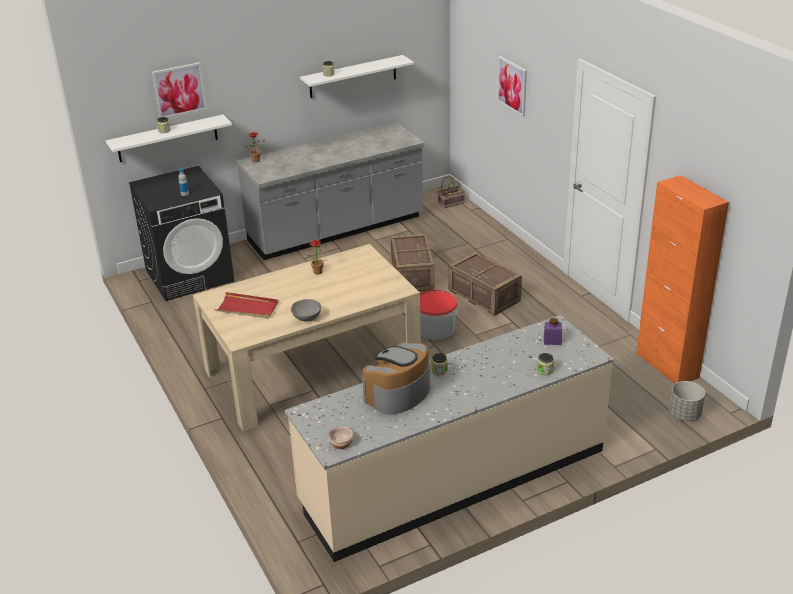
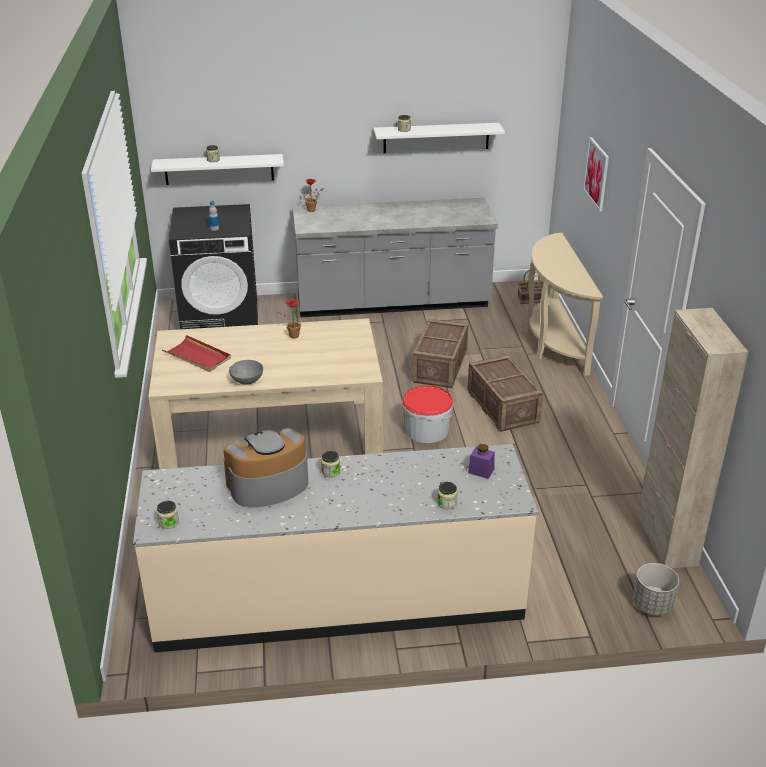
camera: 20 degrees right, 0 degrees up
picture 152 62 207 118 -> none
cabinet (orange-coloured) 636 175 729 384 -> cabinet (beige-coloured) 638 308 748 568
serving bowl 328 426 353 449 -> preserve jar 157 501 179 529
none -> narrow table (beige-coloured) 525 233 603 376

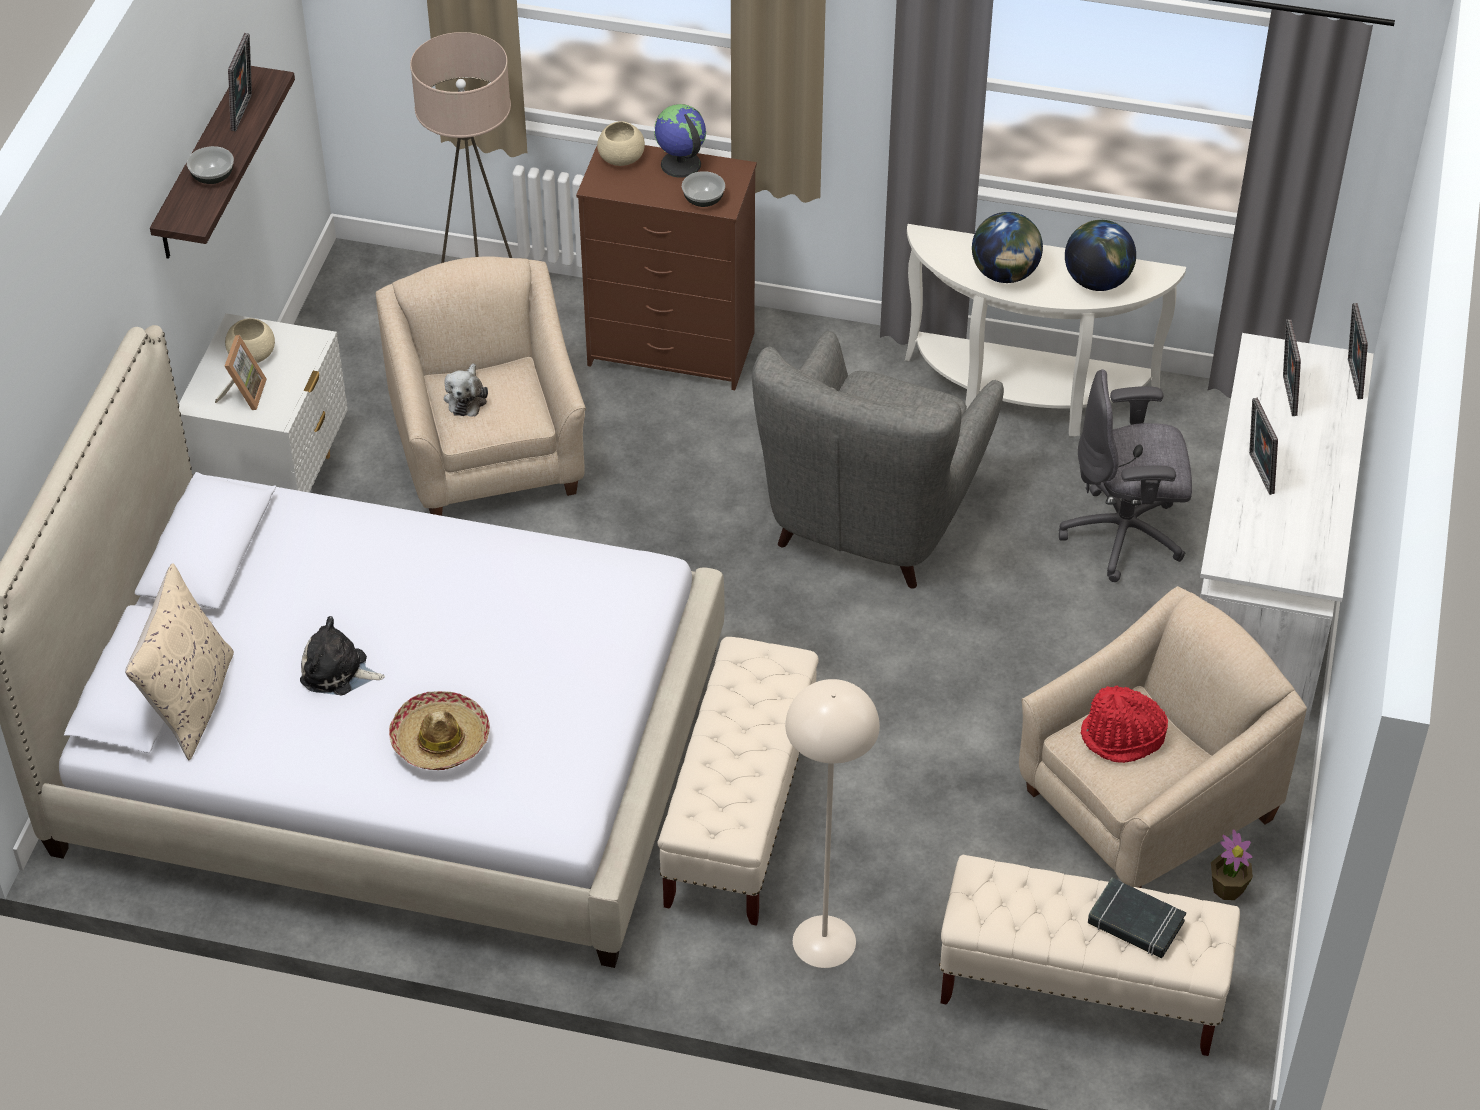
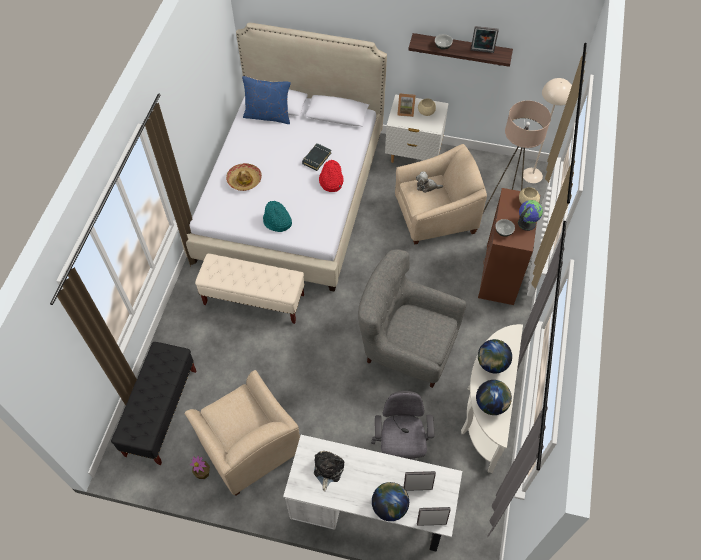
camera: 90 degrees right, 10 degrees up
photo frame 1249 398 1278 495 -> none
pillow (beige-coloured) 125 563 234 760 -> pillow (blue-coloured) 242 76 291 124
soft toy 300 616 385 695 -> soft toy 314 451 344 492, relocated
floor lamp (beige-coloured) 785 679 880 968 -> floor lamp (beige-coloured) 523 78 572 183, relocated
clothing hat (red) 1081 686 1168 763 -> clothing hat (red) 319 160 344 192, relocated
long seat (beige-coloured) 939 855 1240 1056 -> long seat (blackish) 111 342 196 465
book (blackish) 1088 878 1186 958 -> book (blackish) 302 143 332 171, relocated
none -> clothing hat (blue-green) 263 201 292 232
none -> desk globe 372 482 409 521

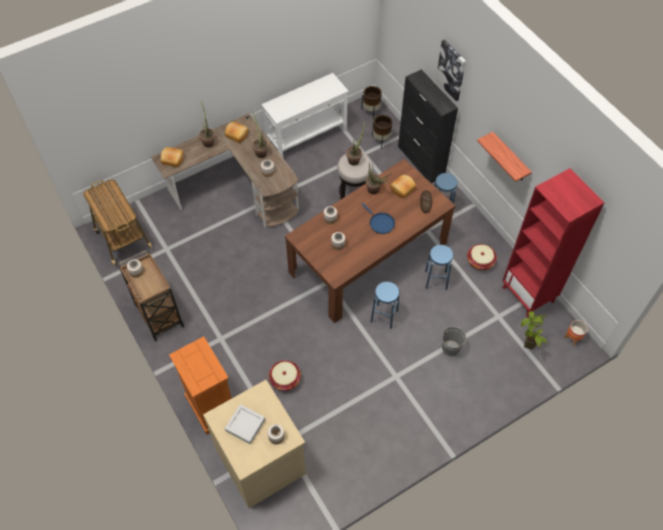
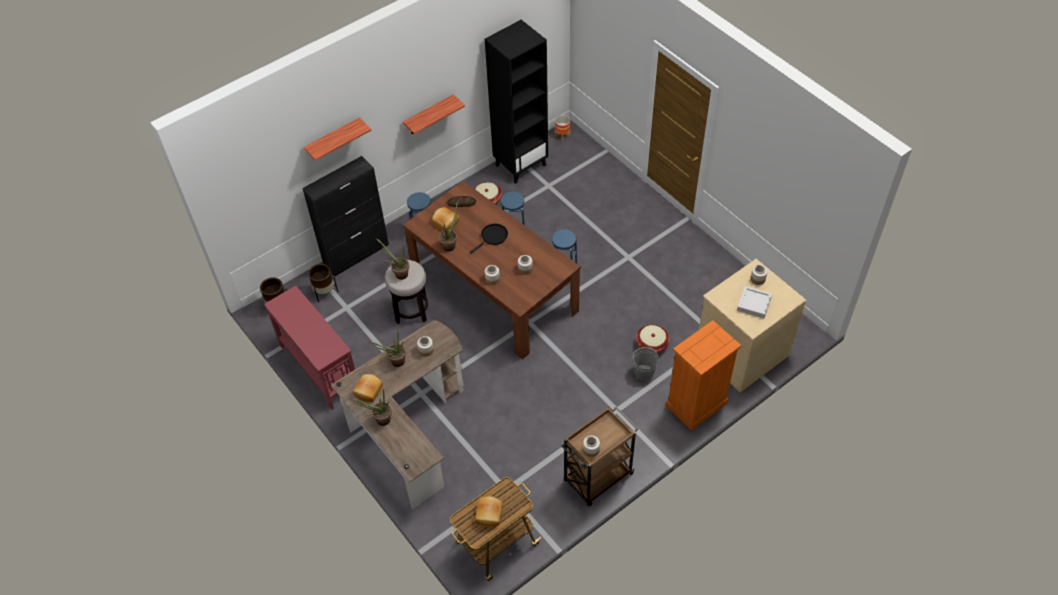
camera: 95 degrees left, 5 degrees down
picture 436 40 466 101 -> bracket shelf 304 117 371 161
narrow table (white-coloured) 261 73 349 157 -> narrow table (red) 264 286 355 410
bakery bread 161 147 184 167 -> bakery bread 475 496 503 527, relocated
bookcase (red) 502 168 604 317 -> bookcase (blackish) 485 20 548 184
frying pan (blue-coloured) 361 203 395 234 -> frying pan (blackish) 470 224 508 254
houseplant 521 311 547 350 -> none
bucket (greyish) 442 326 466 356 -> bucket (greyish) 633 347 659 381, relocated

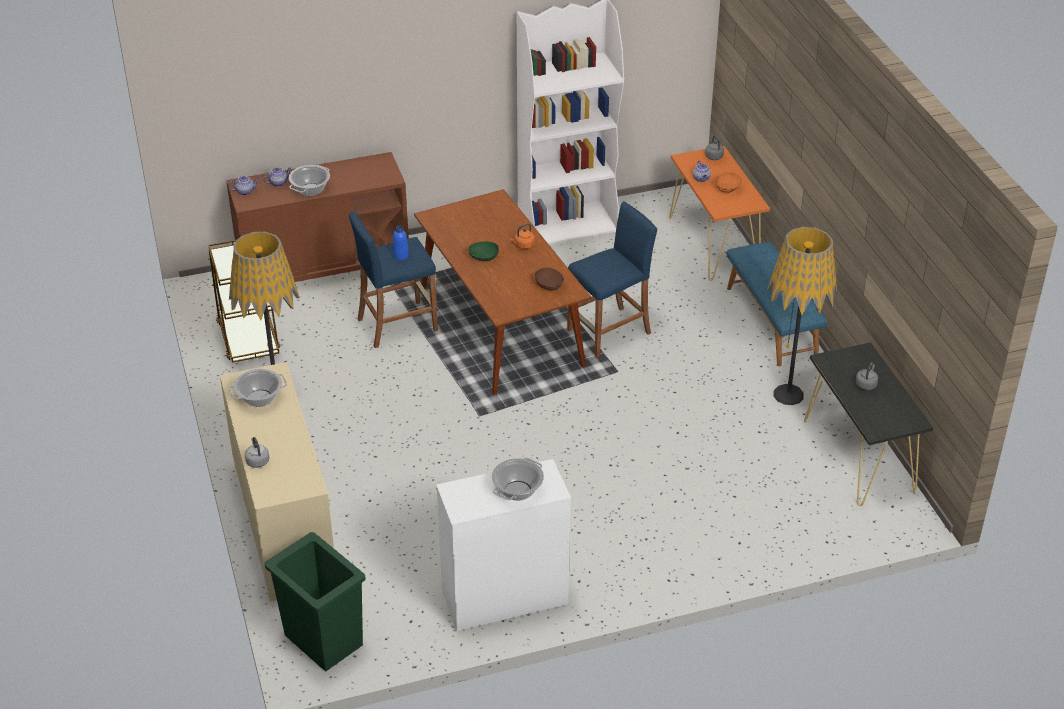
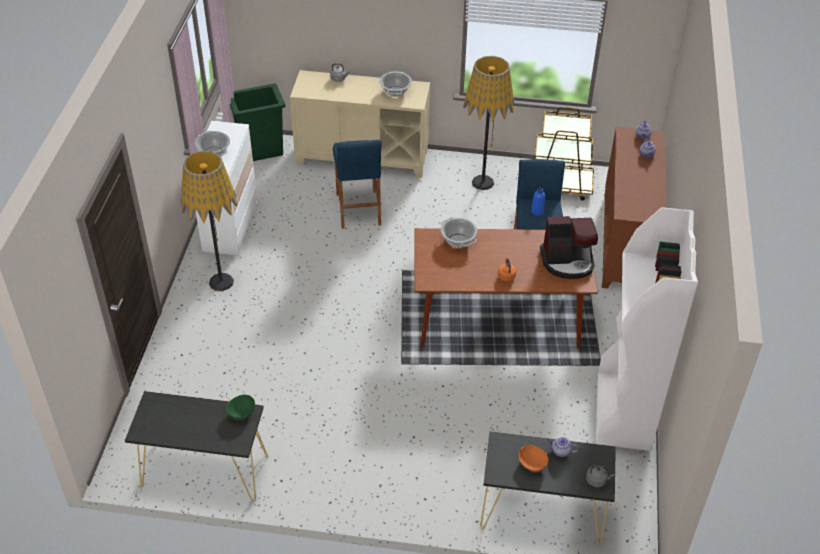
camera: 115 degrees right, 5 degrees up
narrow table (orange-coloured) 669 146 770 280 -> narrow table (blackish) 480 431 616 544
cooking pot 289 165 330 196 -> cooking pot 441 217 477 247, relocated
stool (blue-coloured) 567 202 657 357 -> stool (blue-coloured) 333 139 382 229, relocated
floor lamp 767 227 838 405 -> floor lamp 181 151 238 291, relocated
serving bowl (greenish) 468 241 499 261 -> serving bowl (greenish) 226 395 255 420, relocated
long seat (blue-coloured) 727 242 828 366 -> none
serving bowl (brown-coloured) 535 268 564 291 -> none
water kettle (greyish) 855 362 878 390 -> none
none -> coffee machine 540 216 598 279

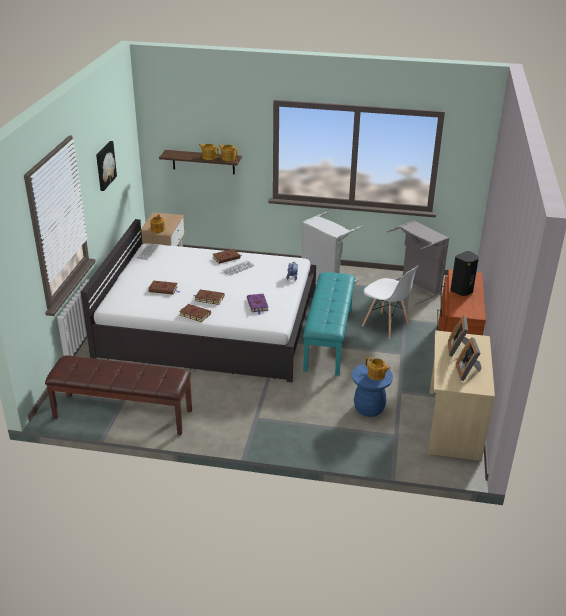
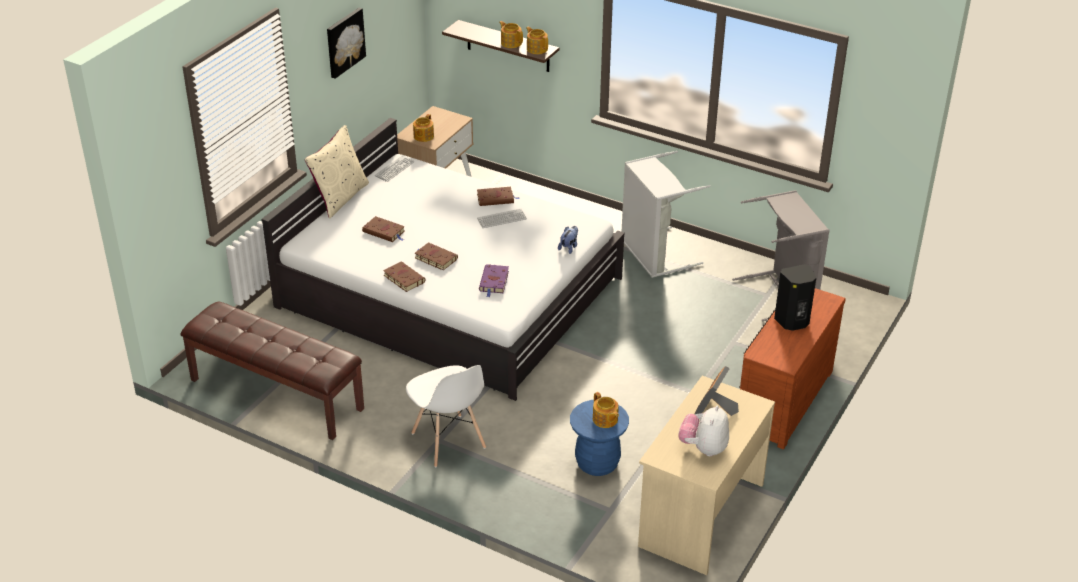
camera: 20 degrees right, 5 degrees up
chair (white-coloured) 362 265 419 339 -> chair (white-coloured) 406 365 486 467, relocated
long seat (blue-green) 303 272 355 376 -> none
photo frame 455 337 482 381 -> soft toy 678 406 729 456
none -> pillow (beige-coloured) 305 125 369 219

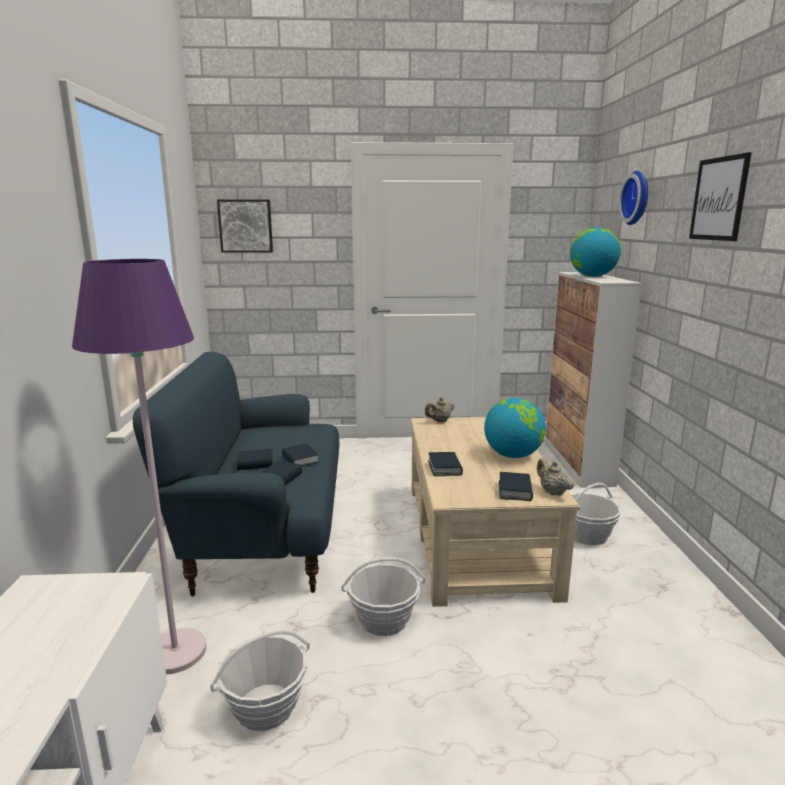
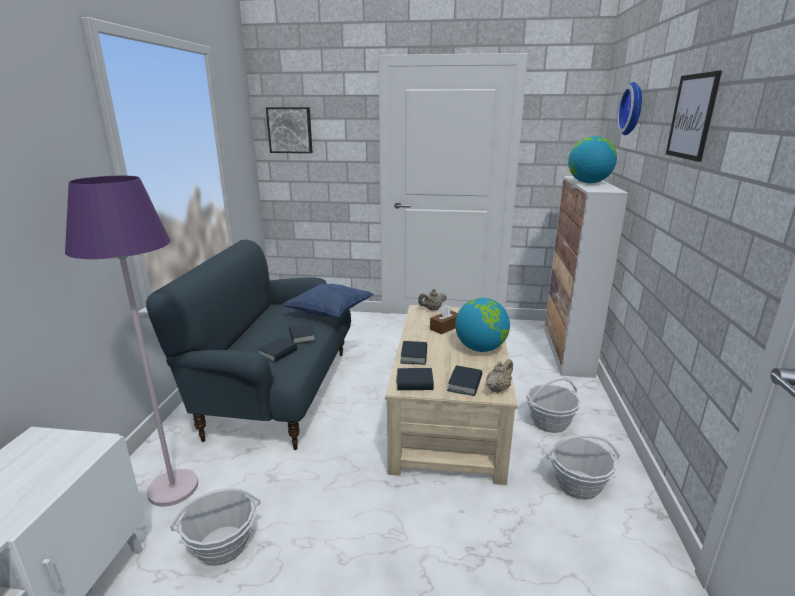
camera: 10 degrees right, 5 degrees up
book 236 449 274 470 -> book 397 368 434 390, relocated
pot for tea (beige-coloured) 537 458 574 496 -> pot for tea (beige-coloured) 486 359 513 393, 60 degrees clockwise
storage basket 341 557 425 636 -> storage basket 547 435 620 500, relocated
none -> pillow (blue-coloured) 282 283 373 318
none -> tissue holder (brown-coloured) 430 304 458 335

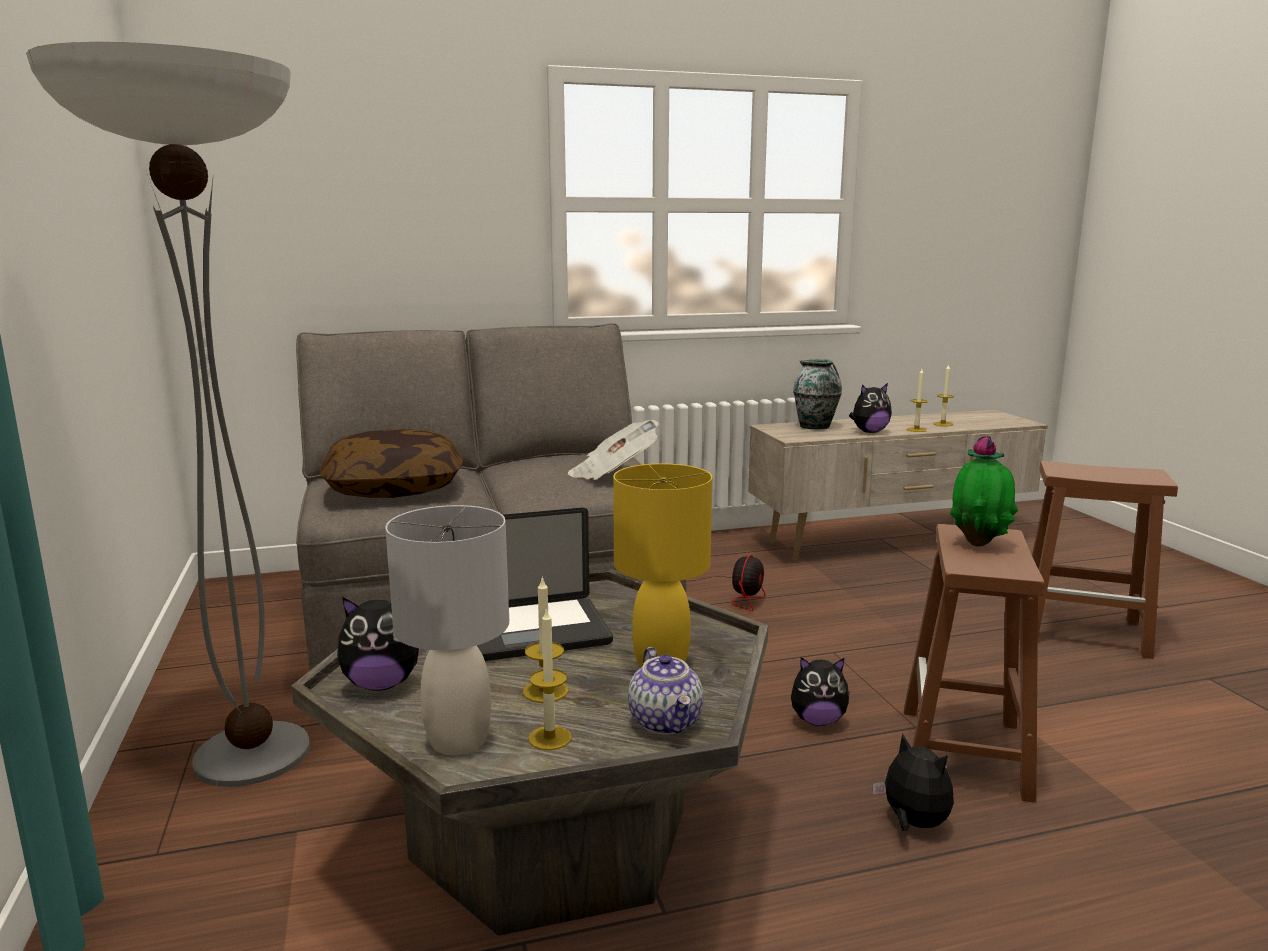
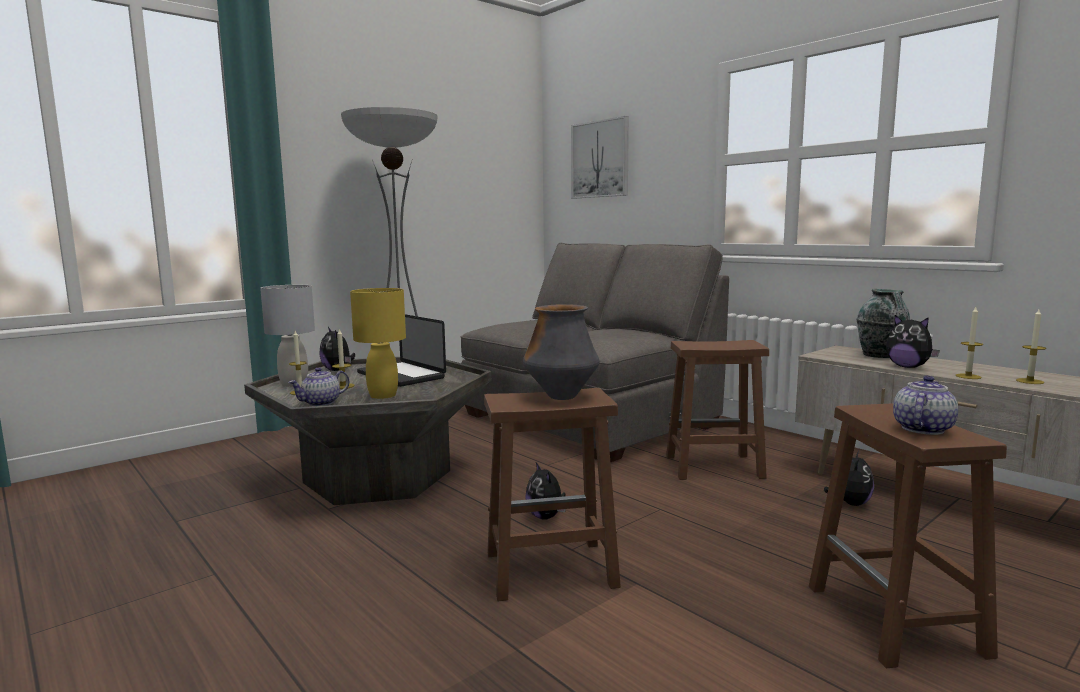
camera: 65 degrees right, 5 degrees down
daily paper 568 420 659 480 -> none
pillow 320 429 463 498 -> none
houseplant 950 435 1018 547 -> vase 523 304 600 400
cooling fan 686 555 766 611 -> stool (brown-coloured) 666 340 769 480
soft toy 872 733 954 831 -> soft toy 824 451 874 506, relocated
none -> picture 571 116 629 199
none -> pot for tea 893 375 958 435

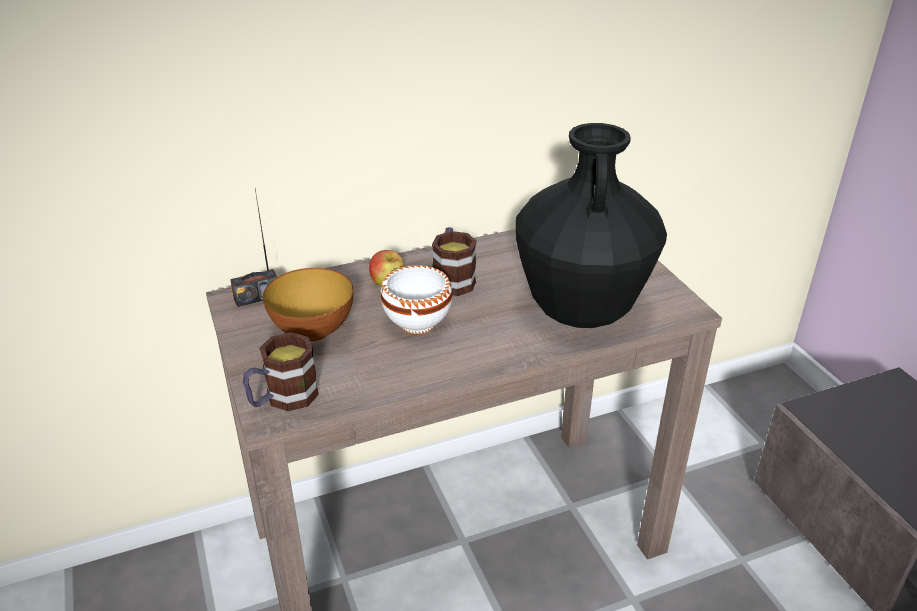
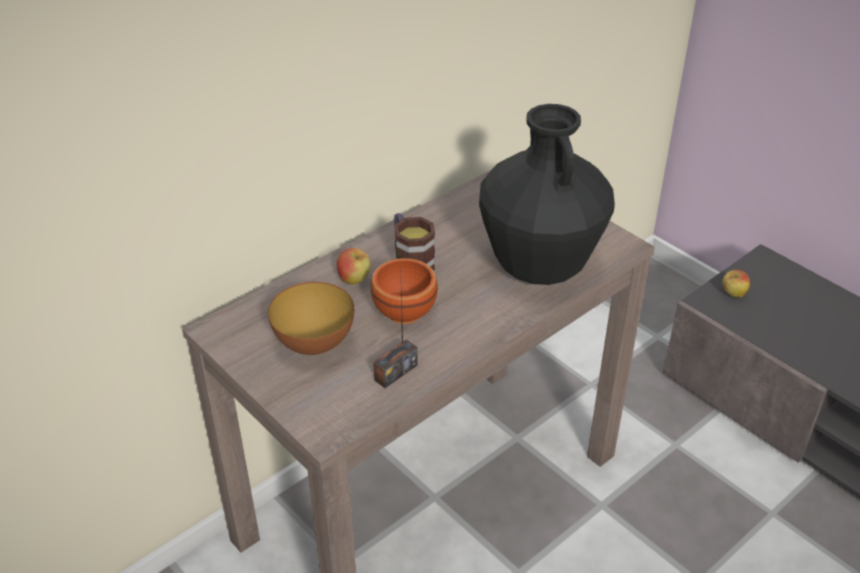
camera: 20 degrees left, 5 degrees up
radio 230 189 277 307 -> radio 373 291 418 388, relocated
serving bowl (white-coloured) 381 265 452 334 -> serving bowl (brown-coloured) 370 258 438 324
coffee mug 243 332 319 411 -> none
none -> apple fruit 722 270 750 298

